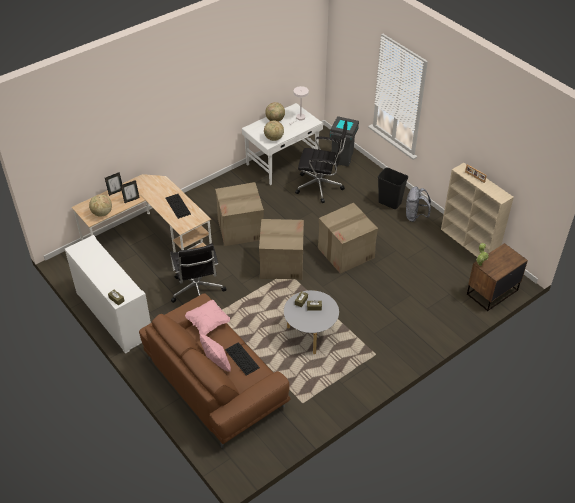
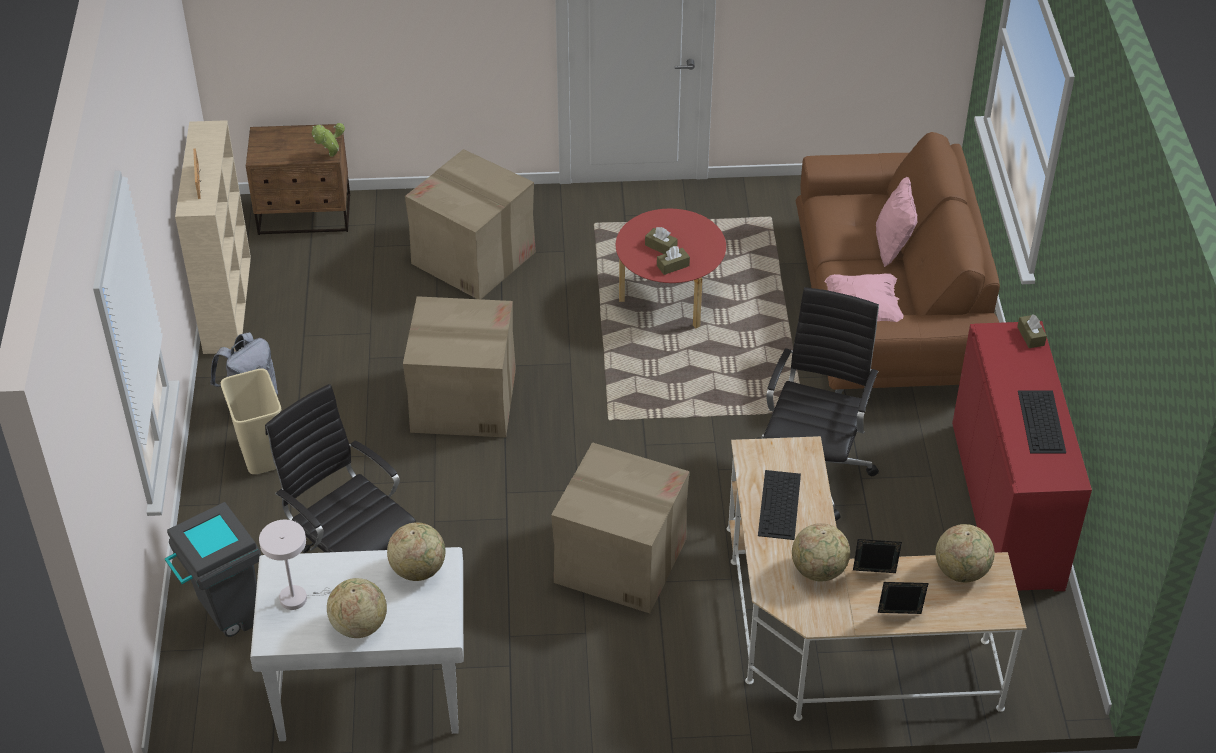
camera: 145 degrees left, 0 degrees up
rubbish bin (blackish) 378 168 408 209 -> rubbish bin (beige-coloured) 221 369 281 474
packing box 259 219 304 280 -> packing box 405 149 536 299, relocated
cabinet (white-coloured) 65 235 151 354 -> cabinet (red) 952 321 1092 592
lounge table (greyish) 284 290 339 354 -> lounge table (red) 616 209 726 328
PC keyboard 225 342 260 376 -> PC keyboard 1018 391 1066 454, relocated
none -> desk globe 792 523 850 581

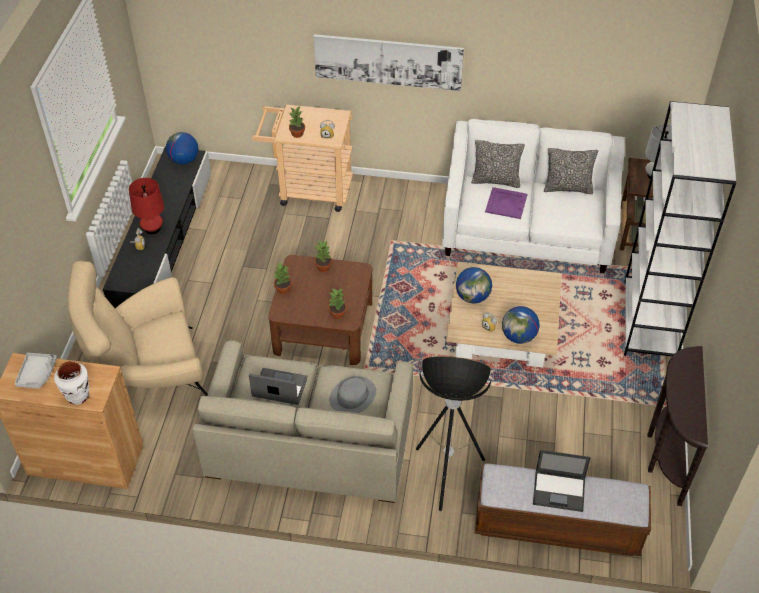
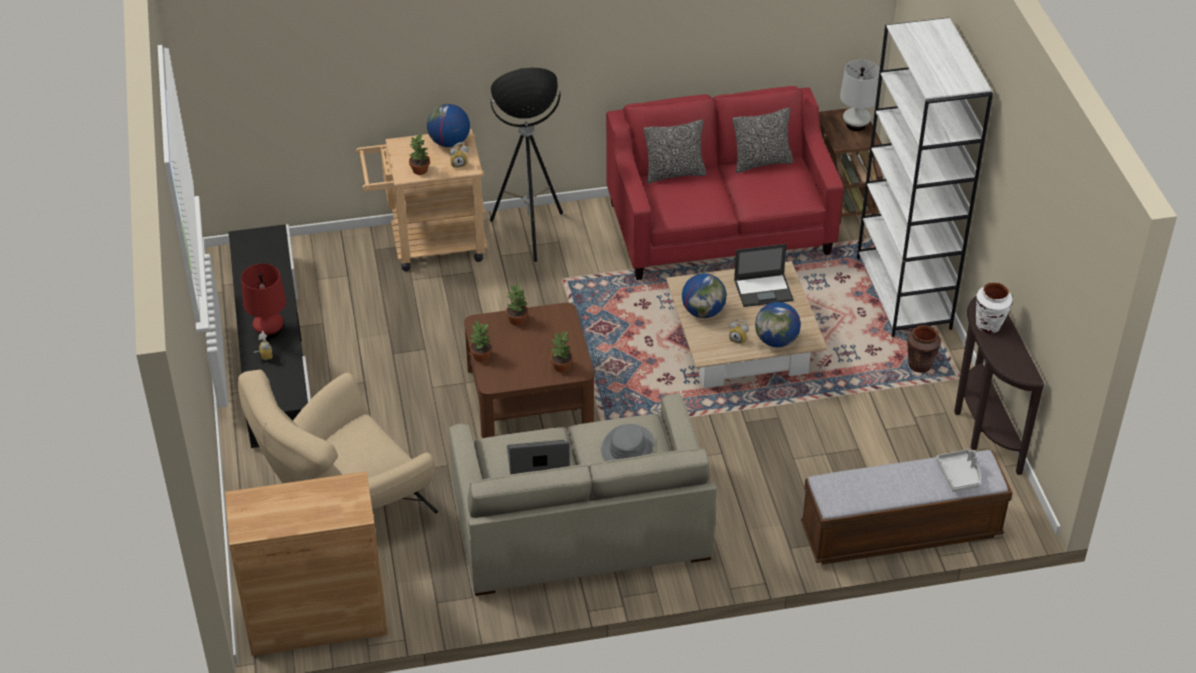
camera: 20 degrees left, 5 degrees down
picture 313 34 464 91 -> none
couch (white-coloured) 442 119 625 273 -> couch (red) 606 86 843 280
desk globe 166 132 198 165 -> desk globe 427 104 470 147, relocated
serving tray (purple) 485 187 528 219 -> none
serving tray (greyish) 15 353 57 388 -> serving tray (greyish) 936 449 981 492, relocated
floor lamp 416 356 492 511 -> floor lamp 489 67 563 262, relocated
vase (white-coloured) 54 361 89 405 -> vase (white-coloured) 976 282 1013 333, relocated
portable computer 533 450 591 512 -> portable computer 734 244 794 307, relocated
none -> vase (brown-coloured) 907 325 941 373

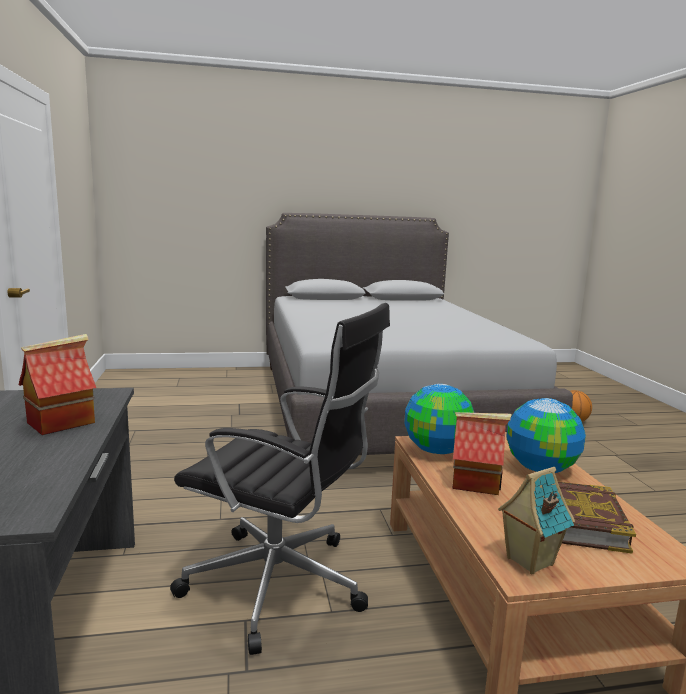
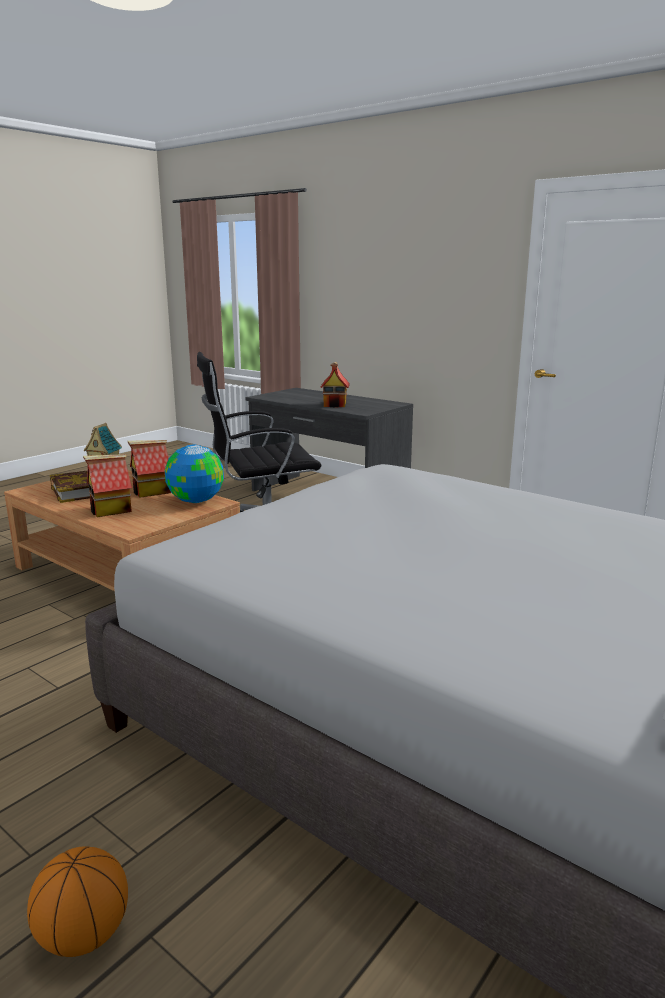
camera: 140 degrees right, 5 degrees up
desk globe 506 398 586 473 -> model house 83 454 132 517

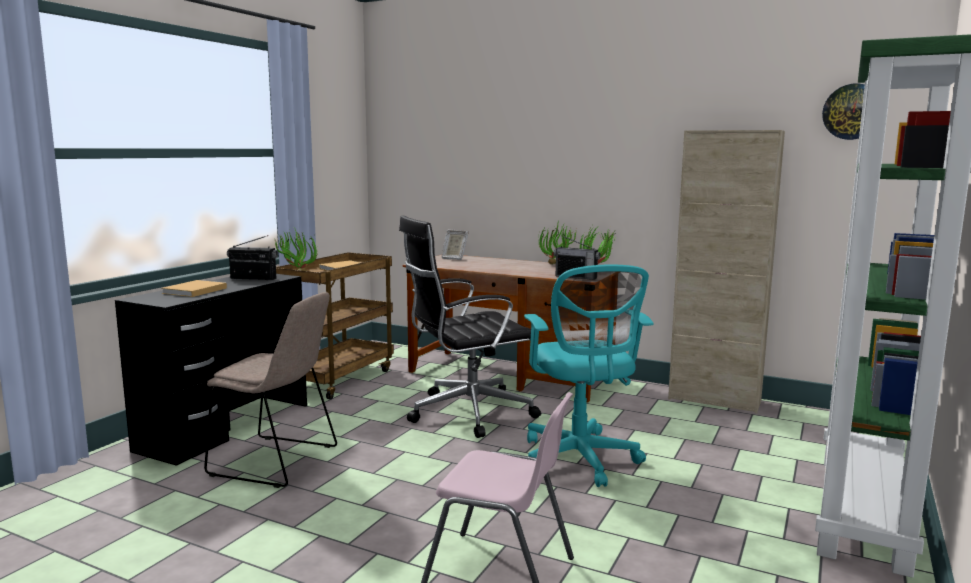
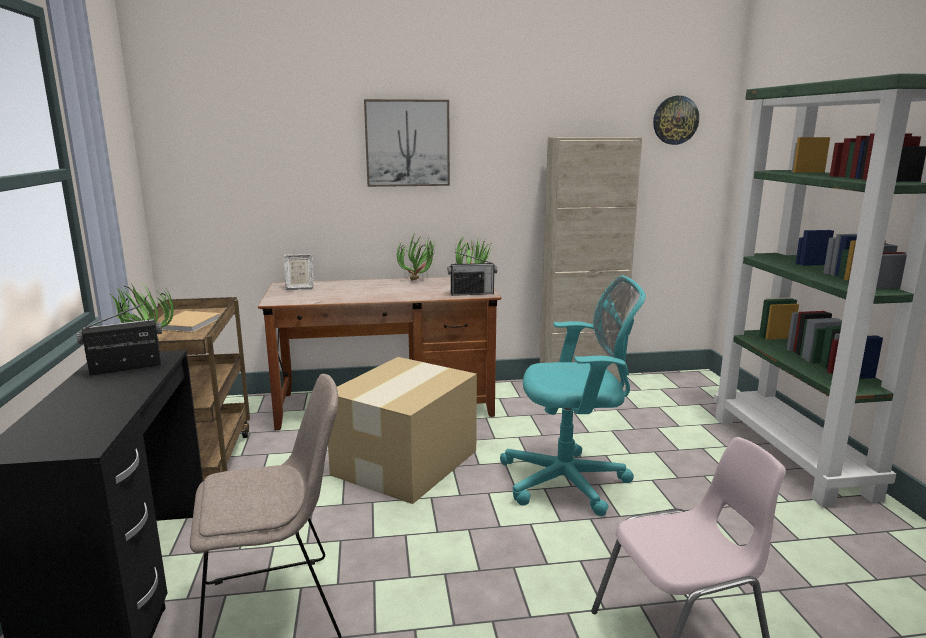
camera: 35 degrees left, 5 degrees up
office chair (blackish) 399 215 541 438 -> packing box 328 357 477 504
office chair (blue-green) 524 264 654 487 -> office chair (blue-green) 500 276 646 516, 45 degrees counterclockwise
book (beige-coloured) 161 280 227 297 -> none
none -> picture 364 99 450 187

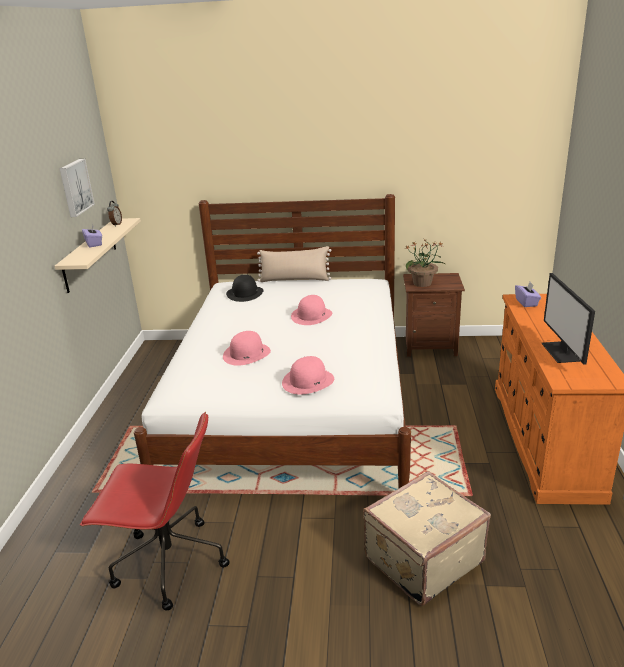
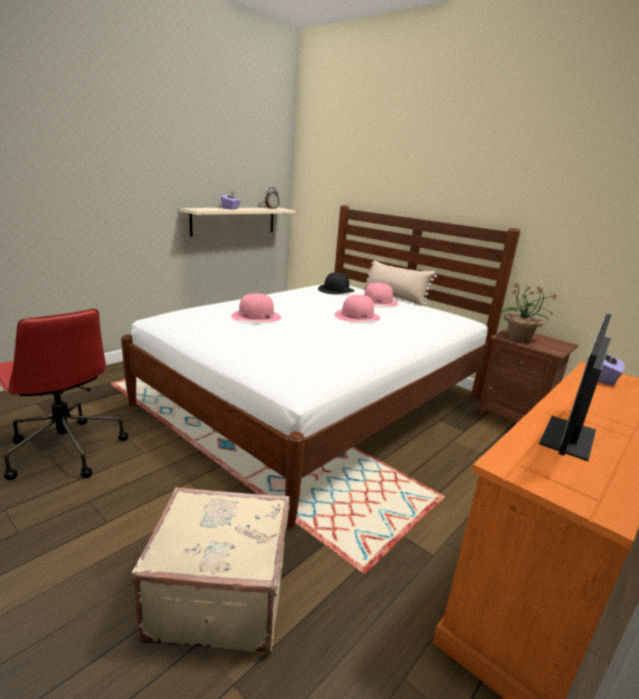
camera: 35 degrees right, 5 degrees down
picture 60 159 95 217 -> none
clothing hat (pinkish) 282 356 334 395 -> clothing hat (pinkish) 364 283 398 306, relocated

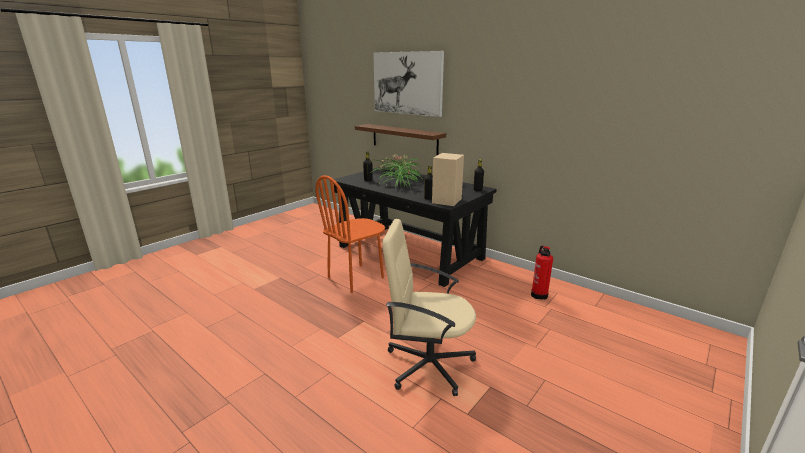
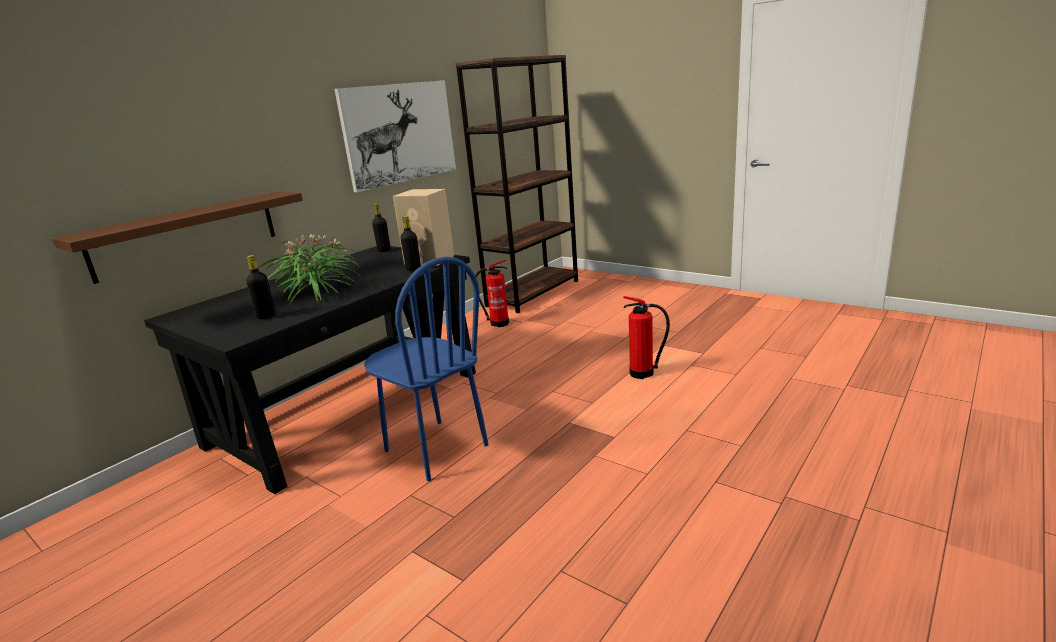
camera: 90 degrees left, 0 degrees up
picture 373 51 444 117 -> picture 334 80 456 192, relocated
chair (orange-coloured) 316 175 385 293 -> chair (blue-coloured) 364 257 488 481
office chair (beige-coloured) 383 219 476 396 -> fire extinguisher 623 296 670 379
none -> bookcase (brown-coloured) 455 55 578 313

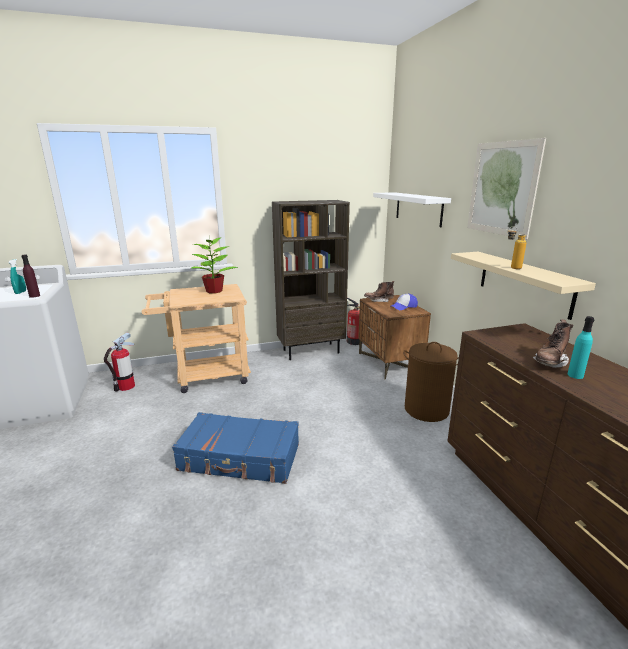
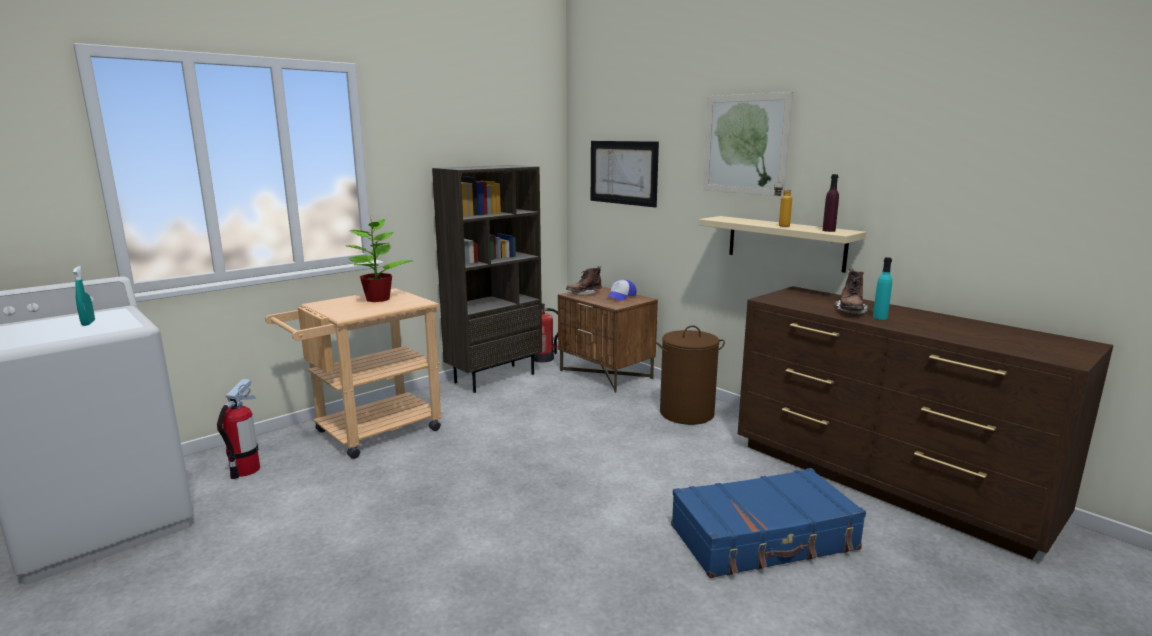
camera: 25 degrees left, 5 degrees down
bracket shelf (white-coloured) 373 192 451 227 -> picture 591 141 659 208
beverage bottle (purple) 21 254 40 298 -> beverage bottle (purple) 822 174 839 232, relocated
suitcase (blue-coloured) 172 412 299 484 -> suitcase (blue-coloured) 671 468 866 578, relocated

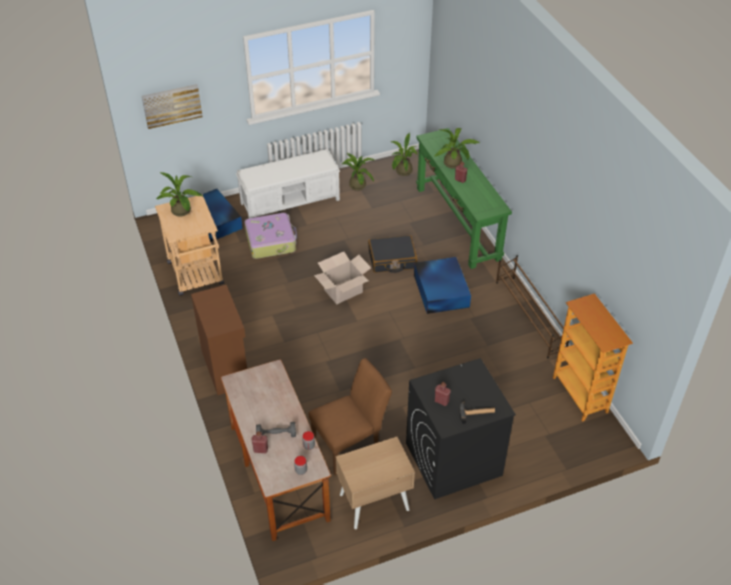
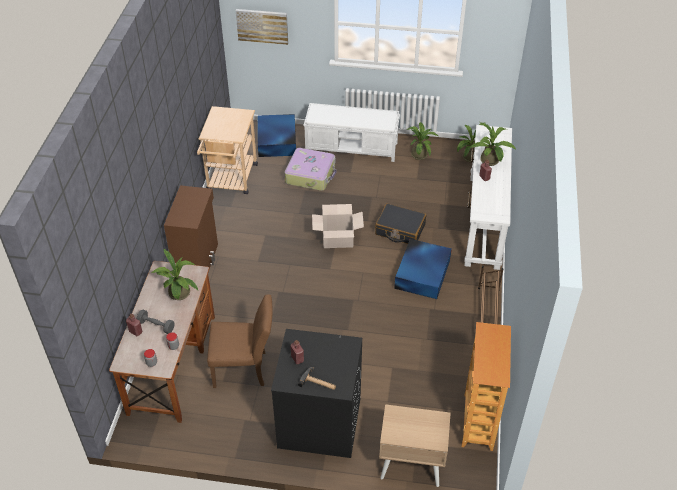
camera: 30 degrees right, 0 degrees up
narrow table (greenish) 416 128 512 269 -> narrow table (white-coloured) 464 125 512 270
houseplant 156 172 203 216 -> houseplant 151 249 198 300, relocated
nightstand (beige-coloured) 336 437 415 529 -> nightstand (beige-coloured) 379 404 451 487, relocated

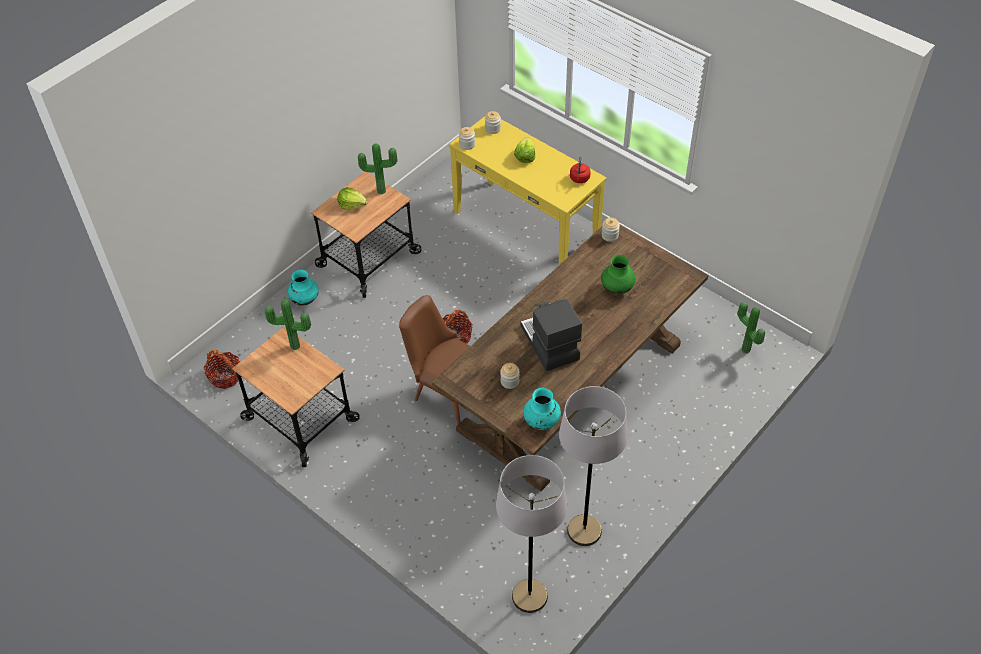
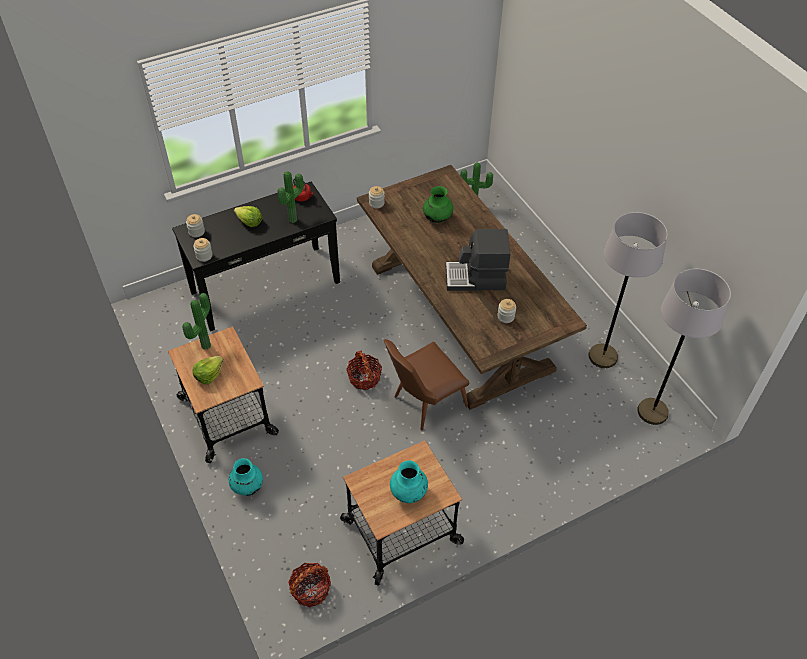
camera: 70 degrees left, 0 degrees up
narrow table (yellow-coloured) 449 116 606 265 -> narrow table (blackish) 172 181 340 331
houseplant 265 300 311 350 -> houseplant 278 171 304 223, relocated
vase (blue-green) 524 388 561 430 -> vase (blue-green) 390 460 428 503, relocated

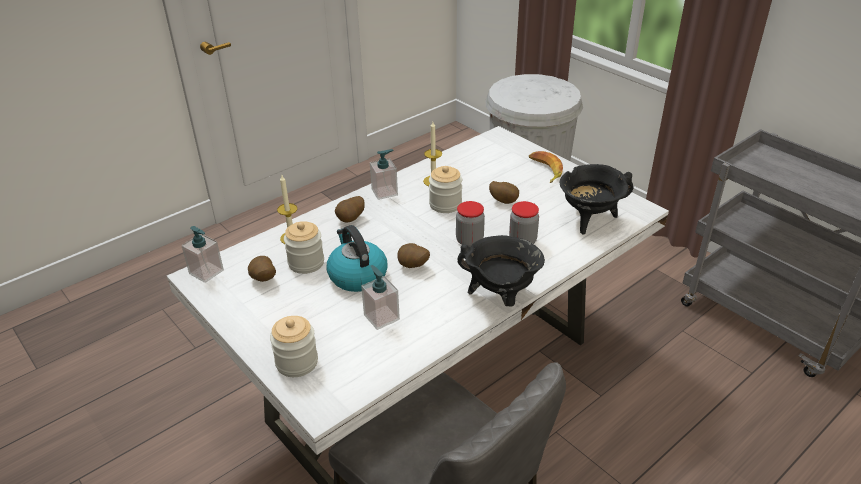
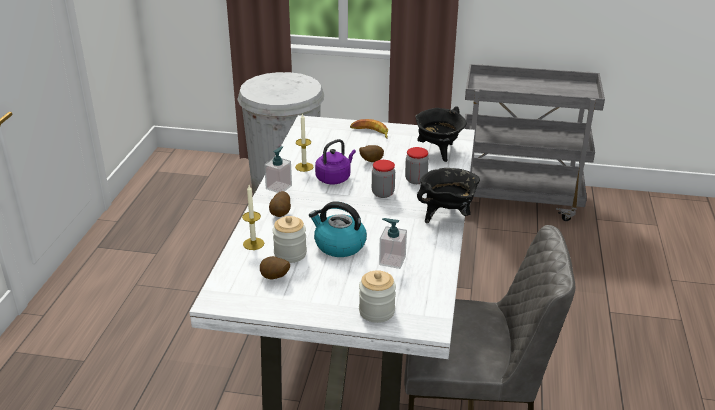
camera: 40 degrees left, 5 degrees down
preserve jar 429 166 462 213 -> water kettle (purple) 315 139 356 184
liquid soap bottle 181 226 224 283 -> none
whole potato 398 243 430 268 -> none

